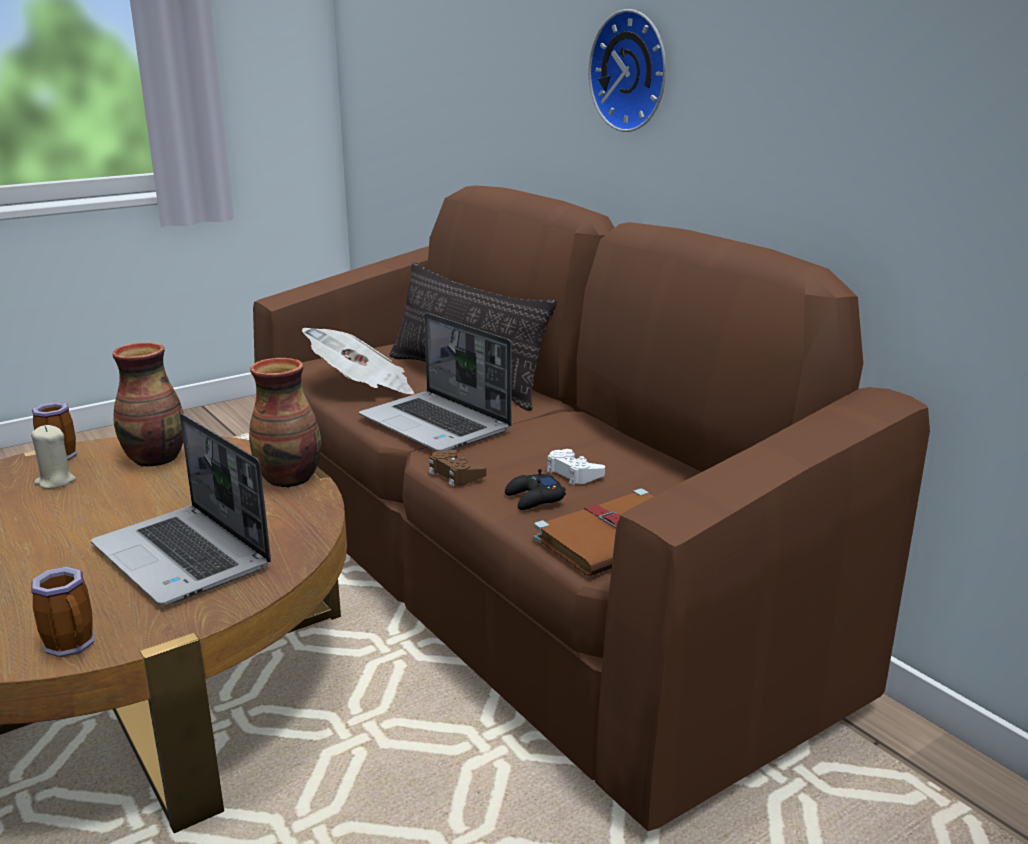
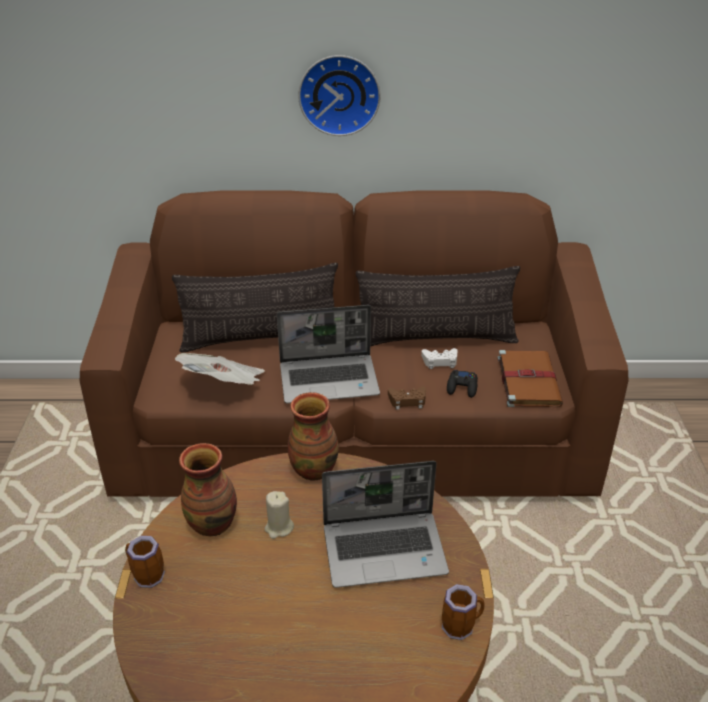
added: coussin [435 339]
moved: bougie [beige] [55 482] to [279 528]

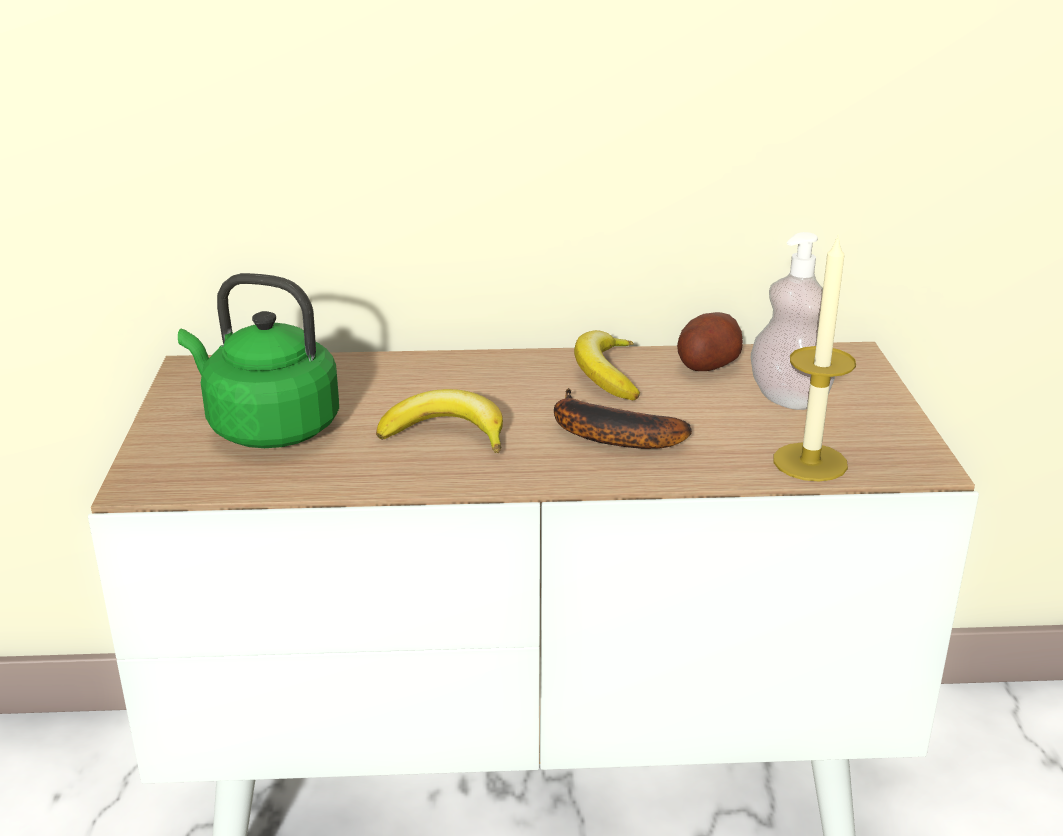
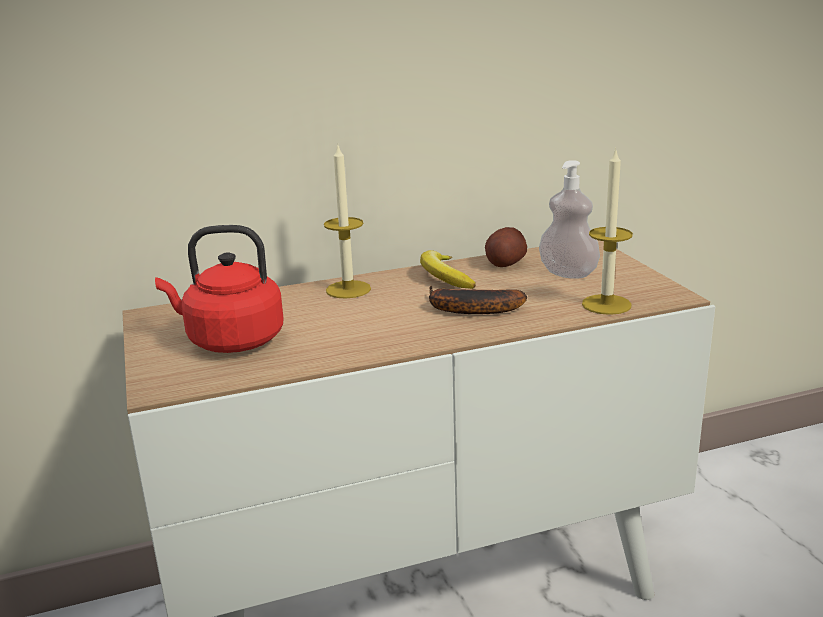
removed: banane [446 434]
added: bougie [348 289]
recoloured: bouilloire [vert] [267 428] to bouilloire [rouge] [230 341]

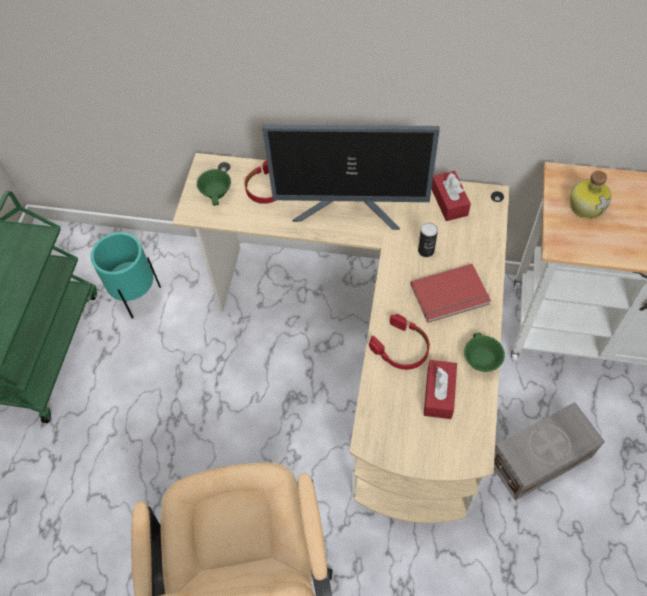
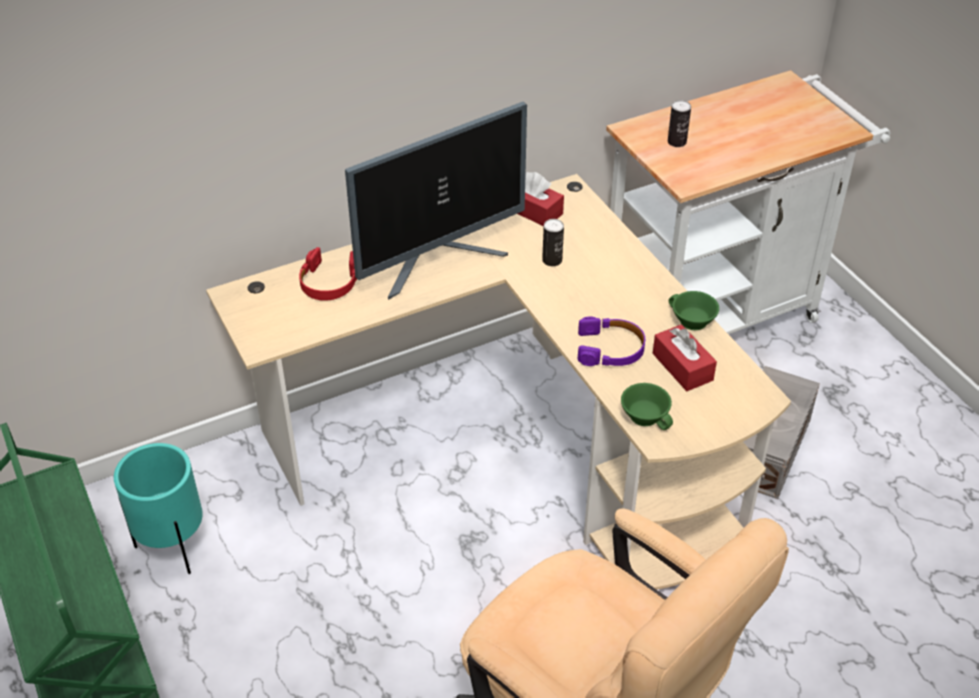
removed: livre [rouge] [451 296]
moved: tasse [vert] [217 192] to [647 415]
replaced: bouteille [586 205] to boîte métallique [677 142]
recoloured: casque audio [rouge] [401 348] to casque audio [violet] [610 349]

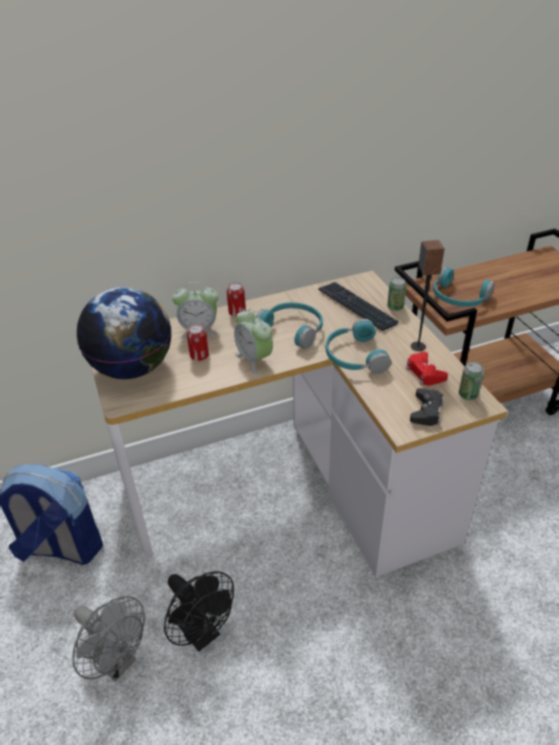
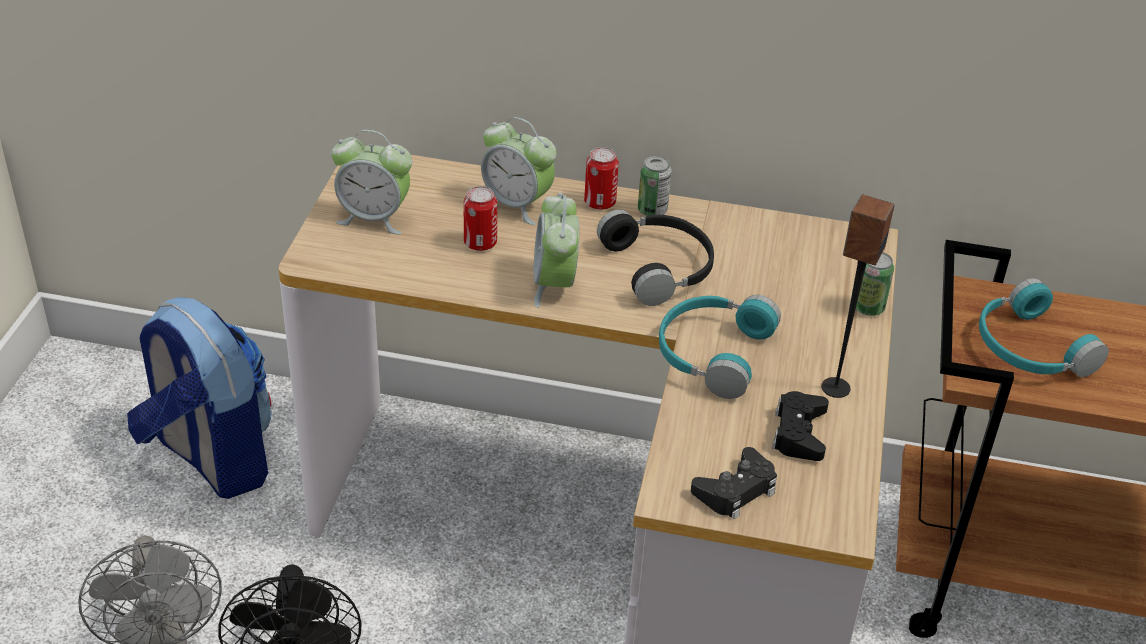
removed: clavier [356 307]
moved: boîte métallique [468 395] to [652 210]
replaced: globe [133 368] to réveil [374 218]
recoloured: casque audio [turquoise] [293 329] to casque audio [noir] [661 267]; manette [rouge] [424 373] to manette [noir] [799 433]

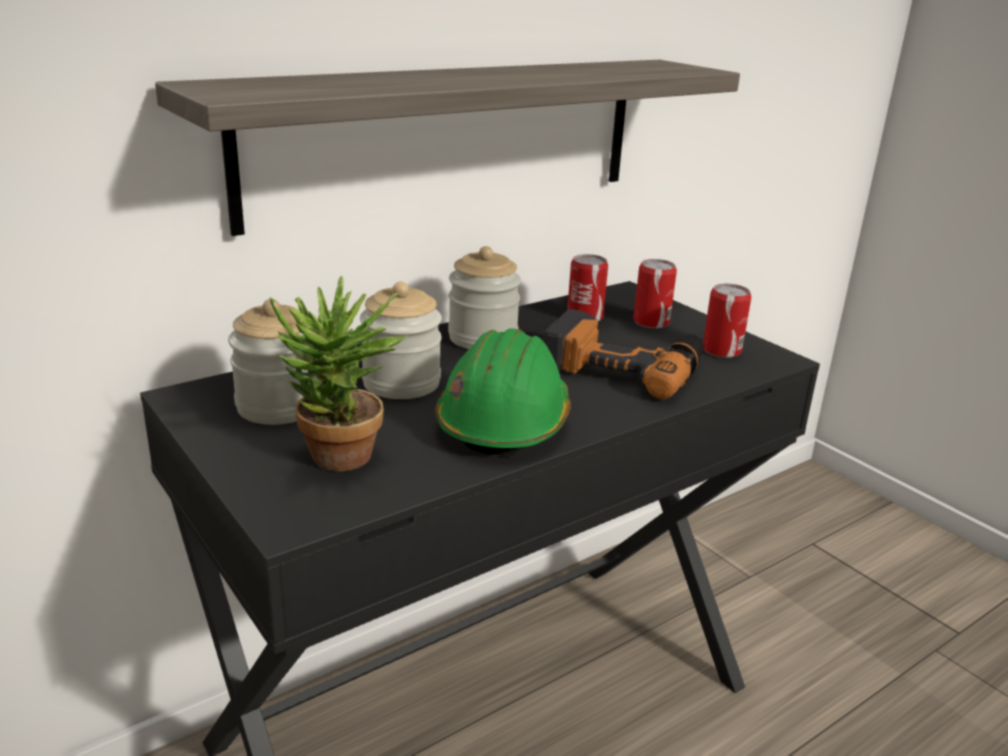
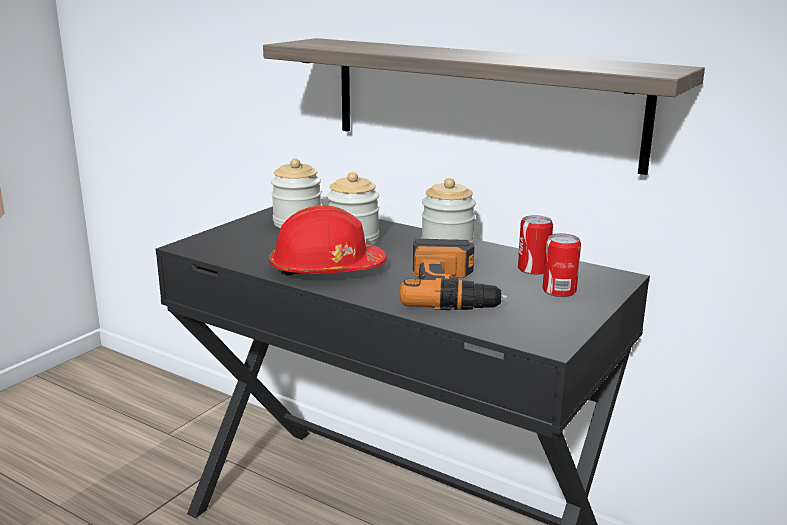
removed: plante en pot [340 463]; boîte métallique [721 350]
recoloured: casque de chantier [vert] [504 422] to casque de chantier [rouge] [326 269]

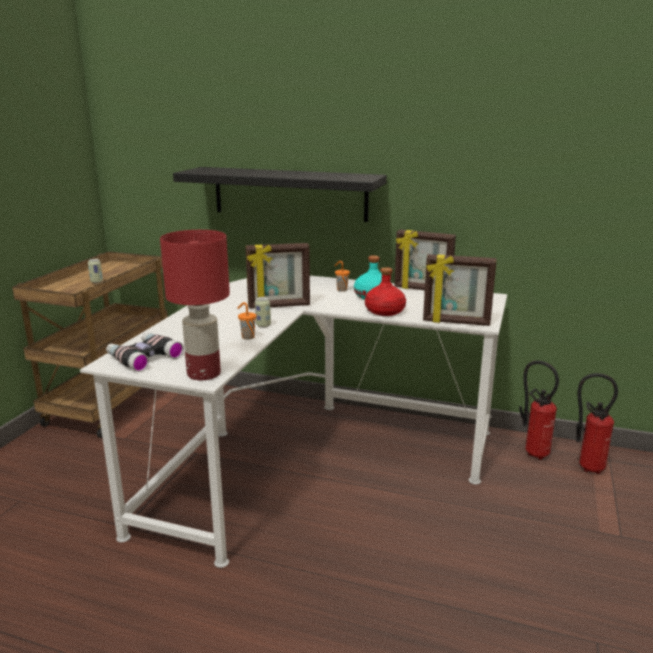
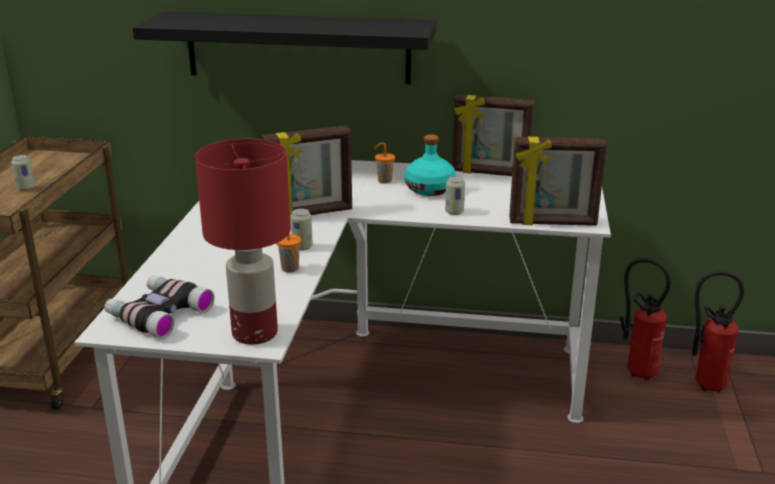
replaced: bouteille [rouge] [384 311] to boîte métallique [454 212]

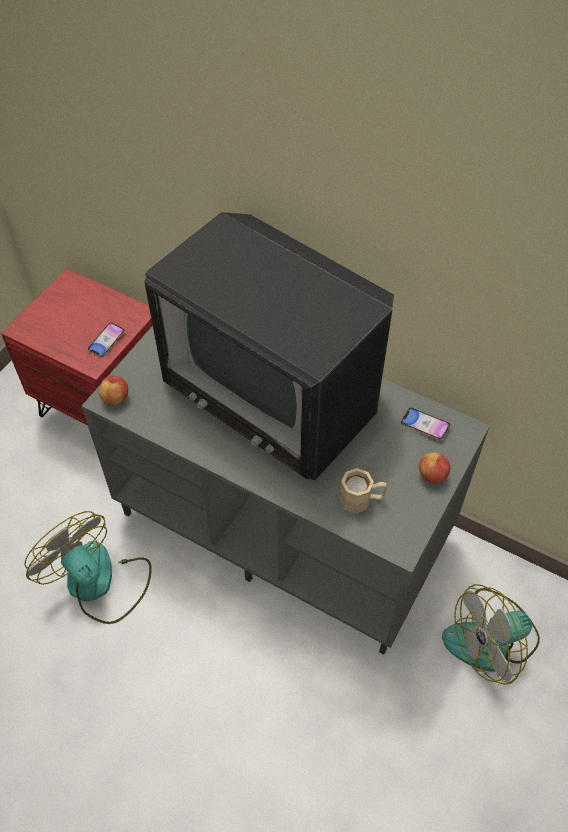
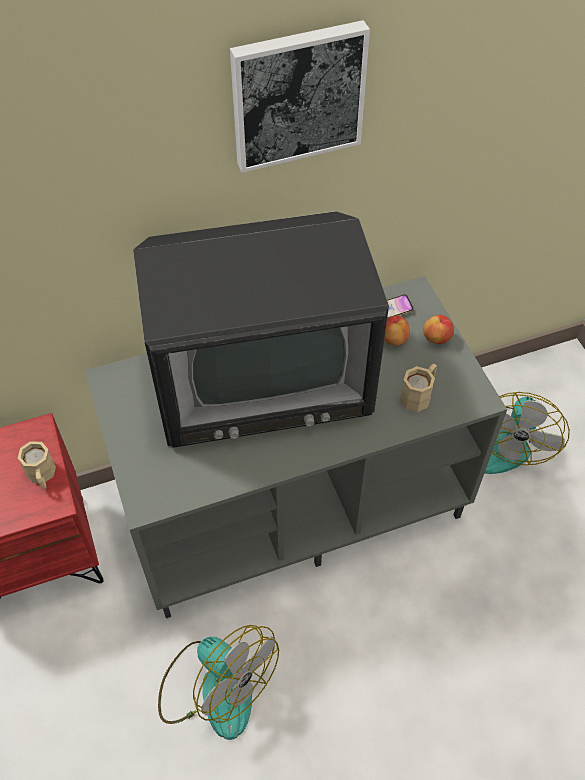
added: tableau [297 95]
moved: pomme [115 398] to [394 339]
replaced: téléphone [106 341] to mug [beige] [42 476]
turned: ventilateur [99 583] = [215 687] 135 degrees counterclockwise

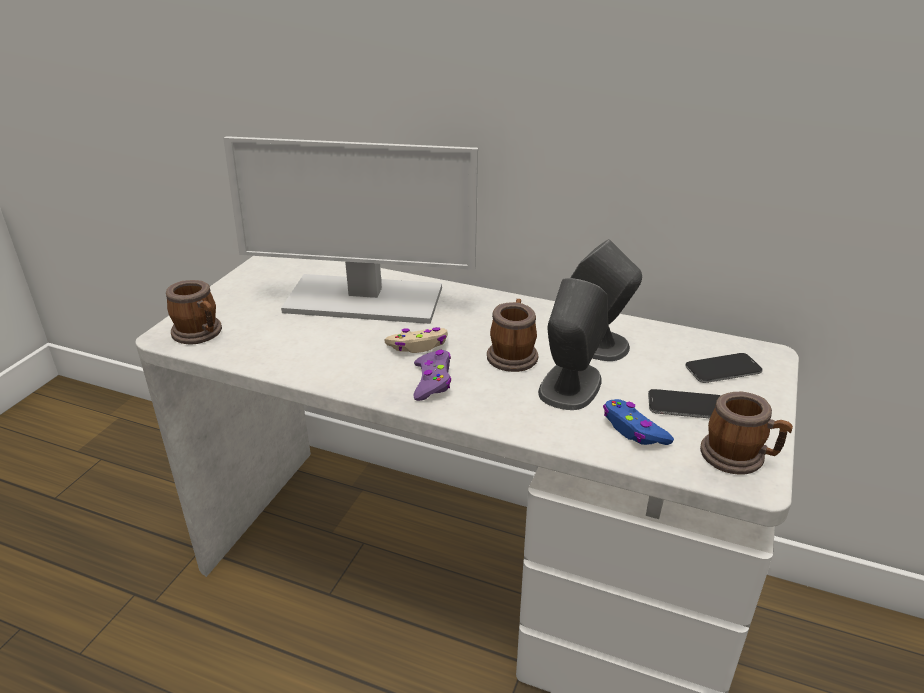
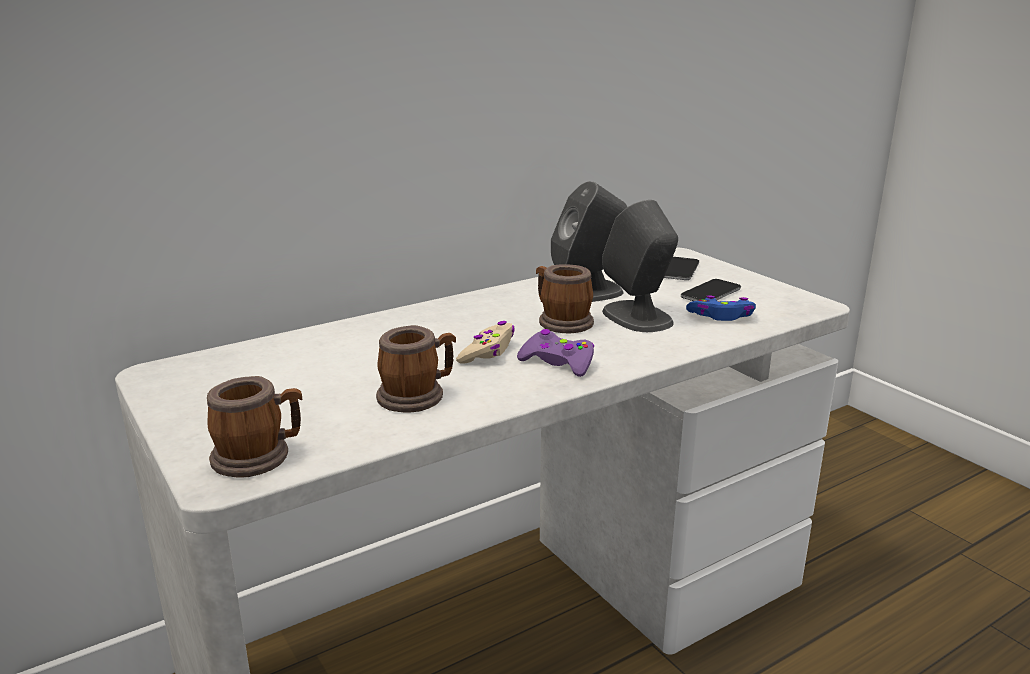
removed: écran d'ordinateur [362 300]
moved: mug [739 457] to [417 396]

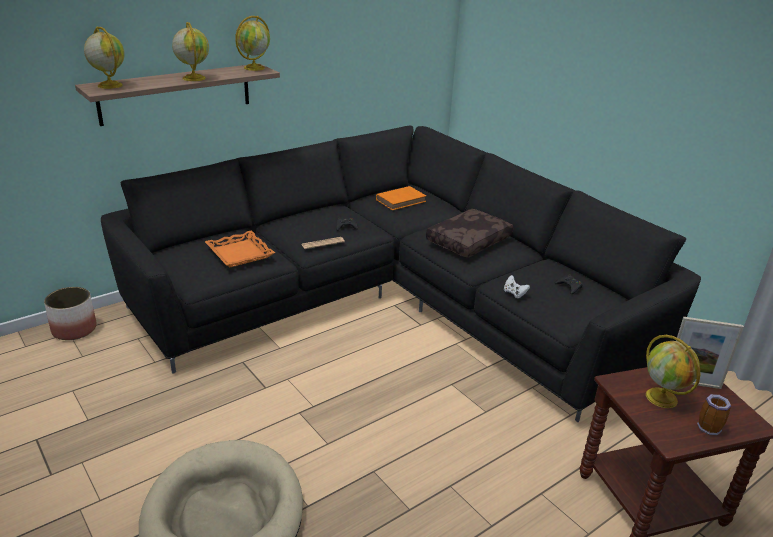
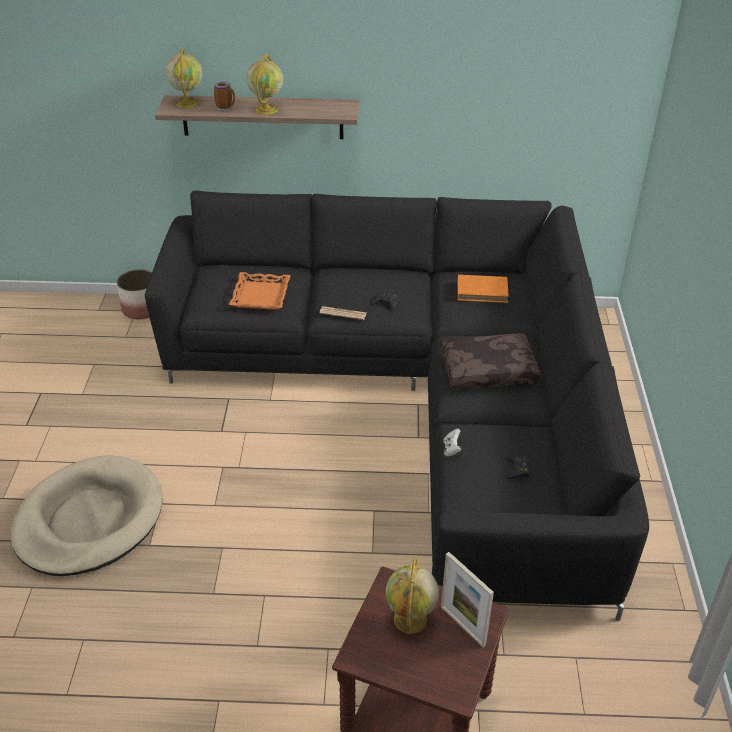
removed: globe [254 68]
moved: mug [710 427] to [226 108]

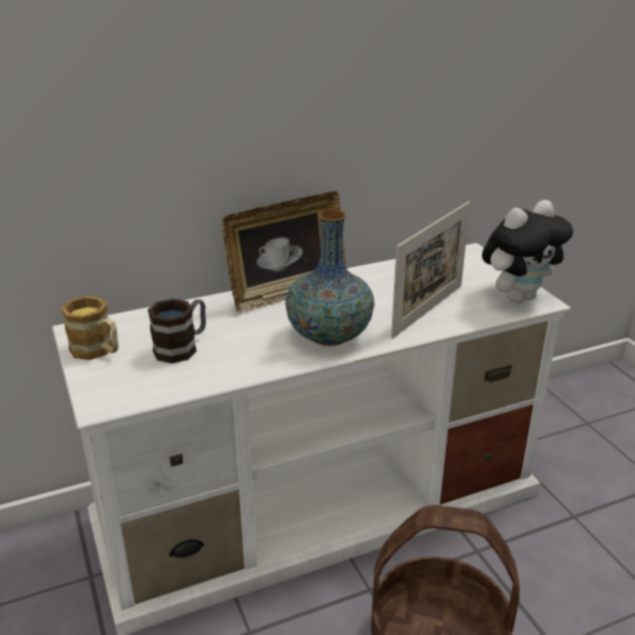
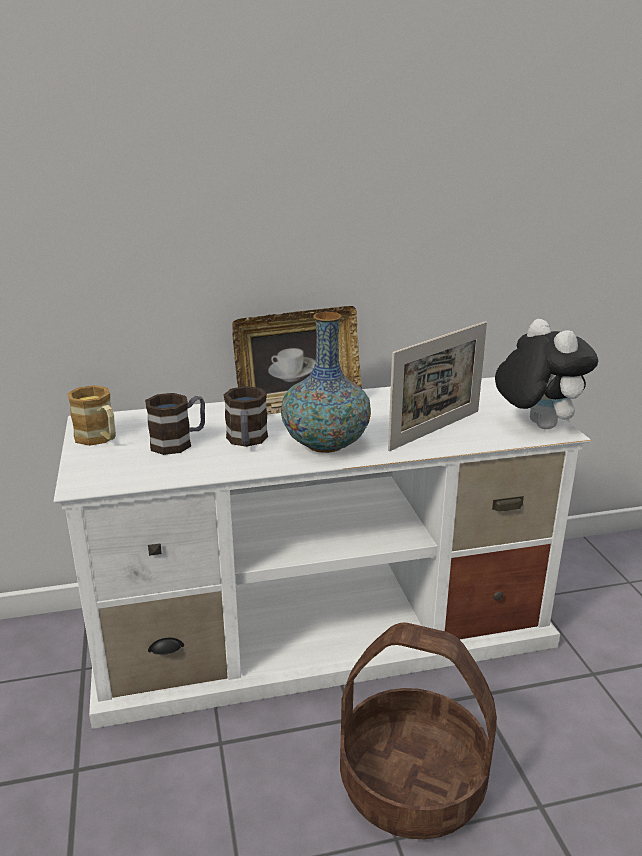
added: mug [246 441]
turned: peluche [518 297] = [535 425] 90 degrees counterclockwise

